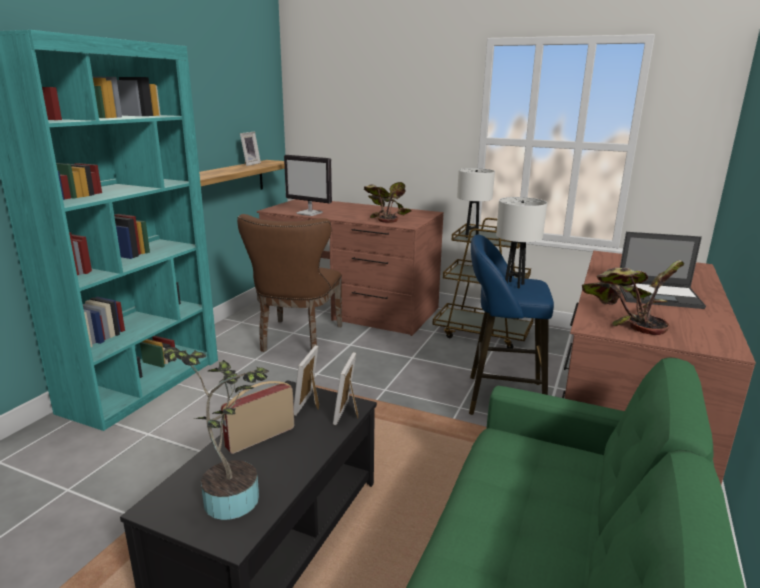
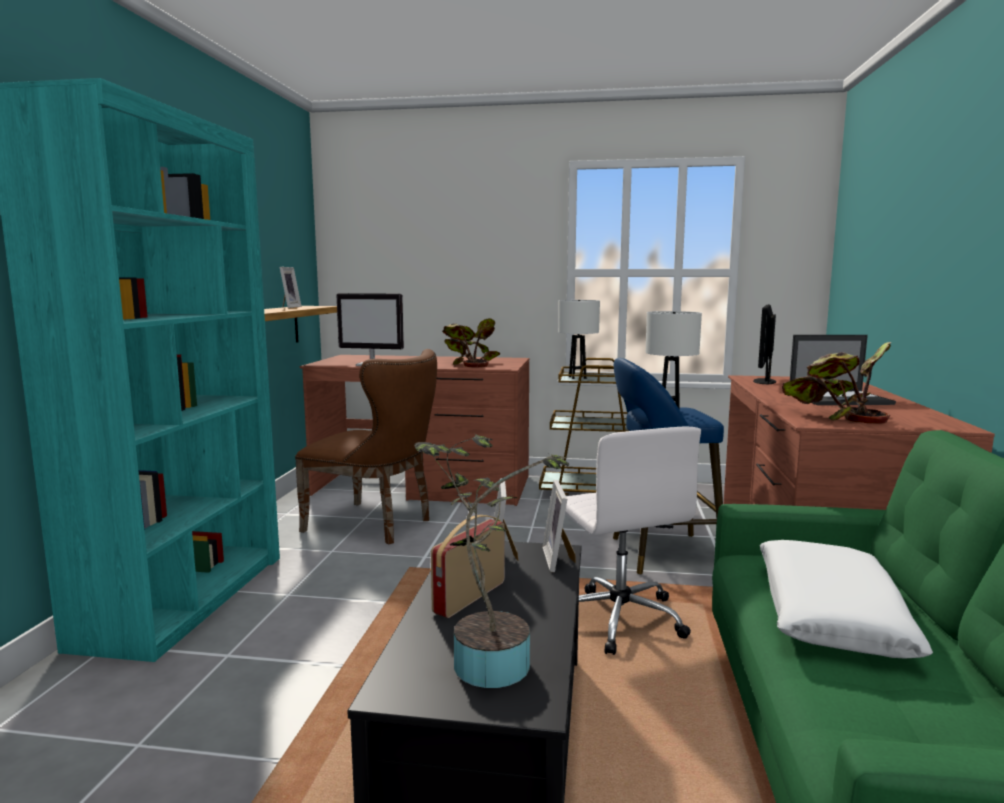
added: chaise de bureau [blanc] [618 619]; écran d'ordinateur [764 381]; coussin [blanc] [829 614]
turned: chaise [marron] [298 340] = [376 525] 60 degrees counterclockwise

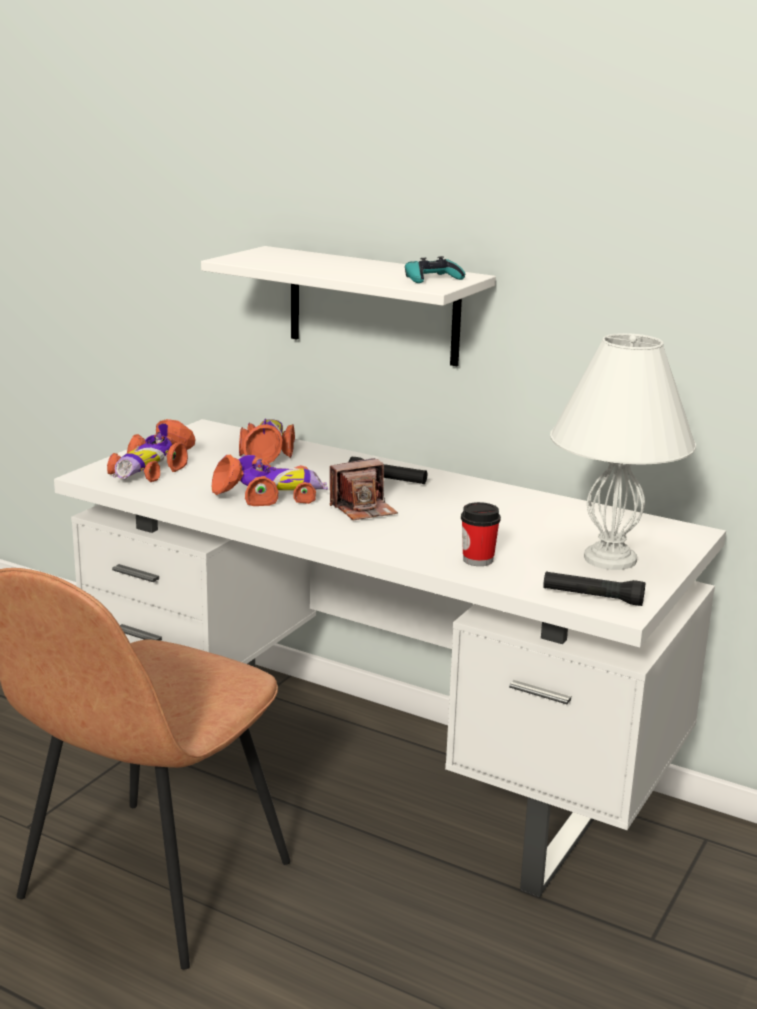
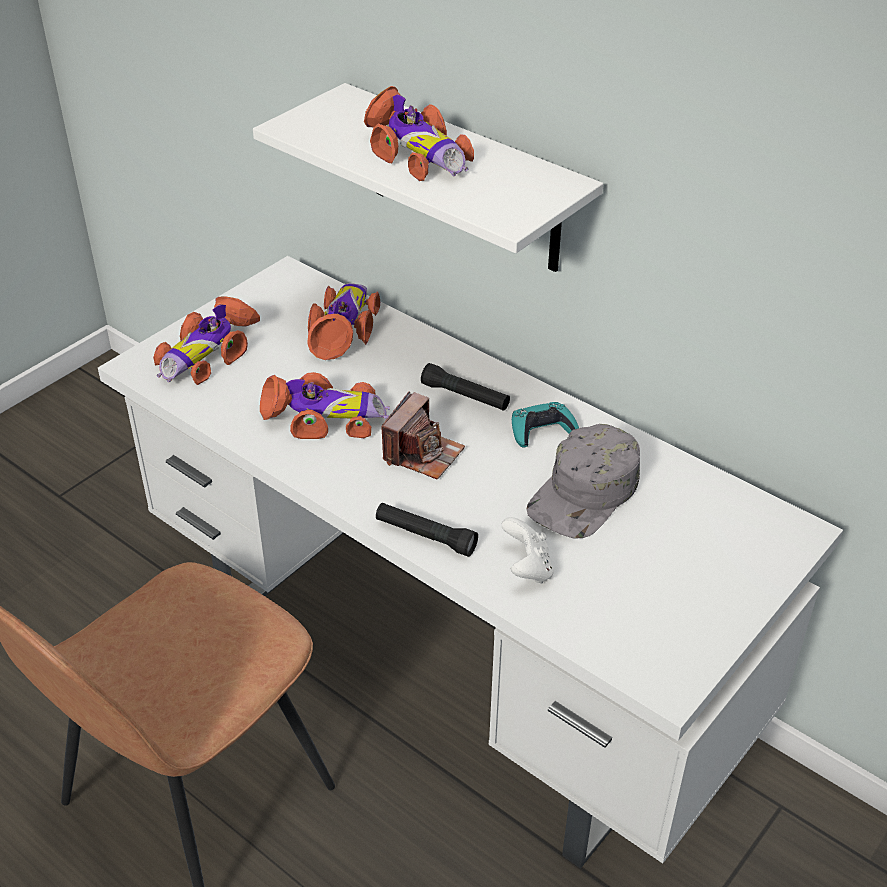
removed: lampe de table [blanc] [611 559]
added: petite voiture [416 154]; casquette [gris] [585 493]
moved: manette [turquoise] [432 279] to [542 430]; lampe de poche [noir] [592 597] to [425 536]
replaced: tasse [478 560] to manette [blanc] [527 568]
turned: appareil photo [363 509] = [423 454] 45 degrees counterclockwise

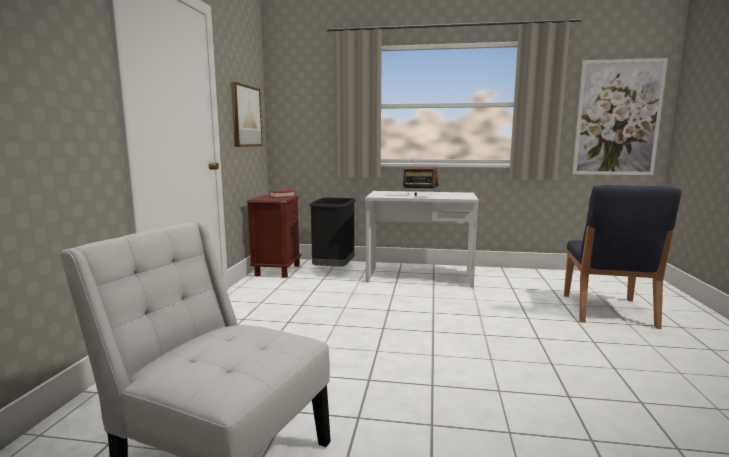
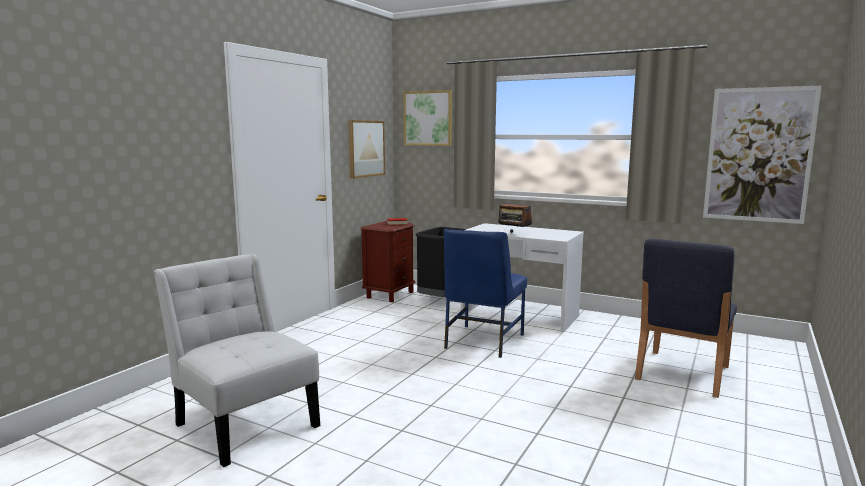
added: tableau [428 118]; chaise [bleu] [482 341]

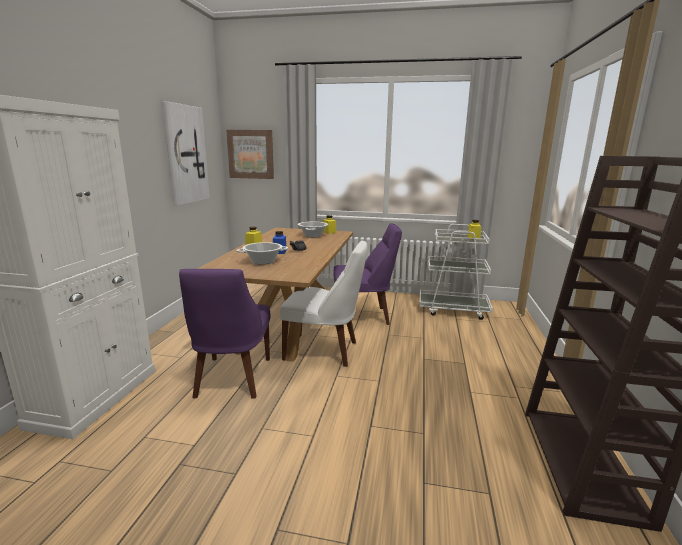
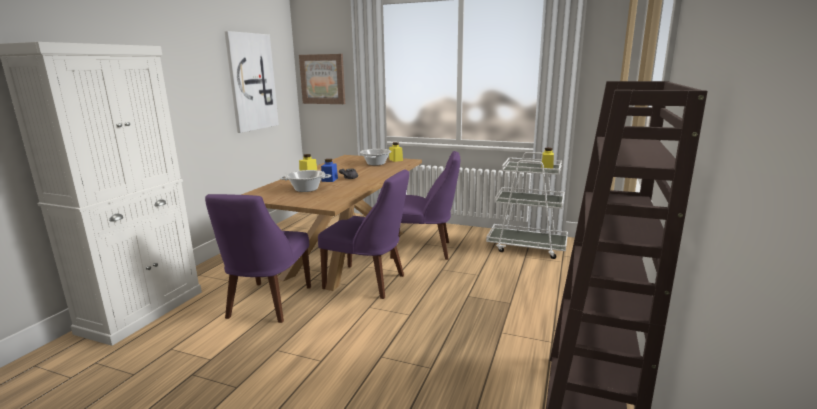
recoloured: chaise [blanc] [324 351] to chaise [violet] [368 282]

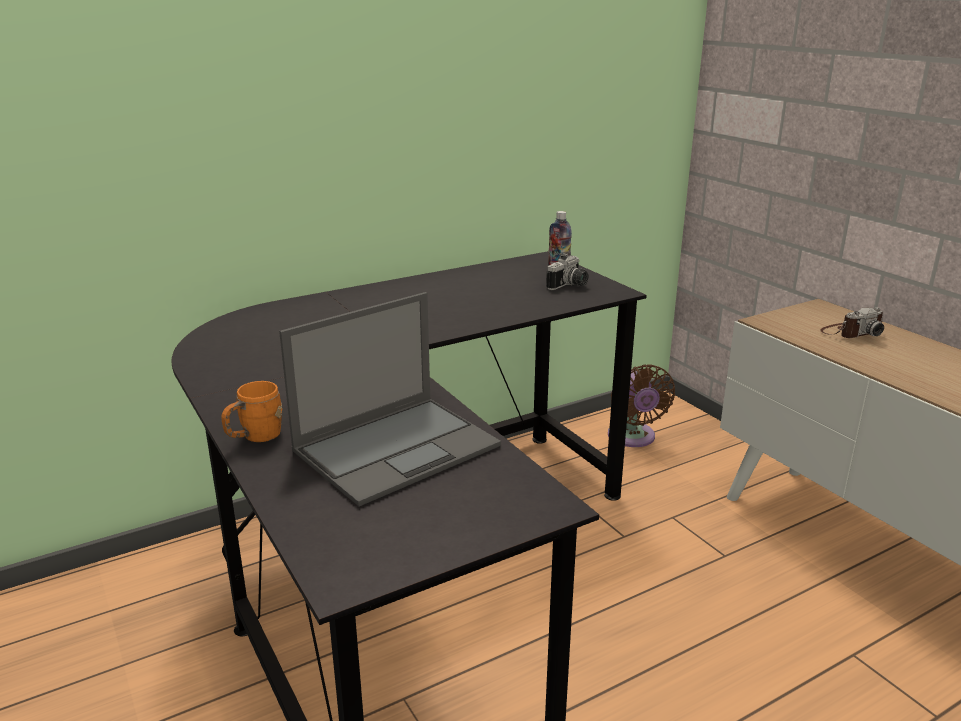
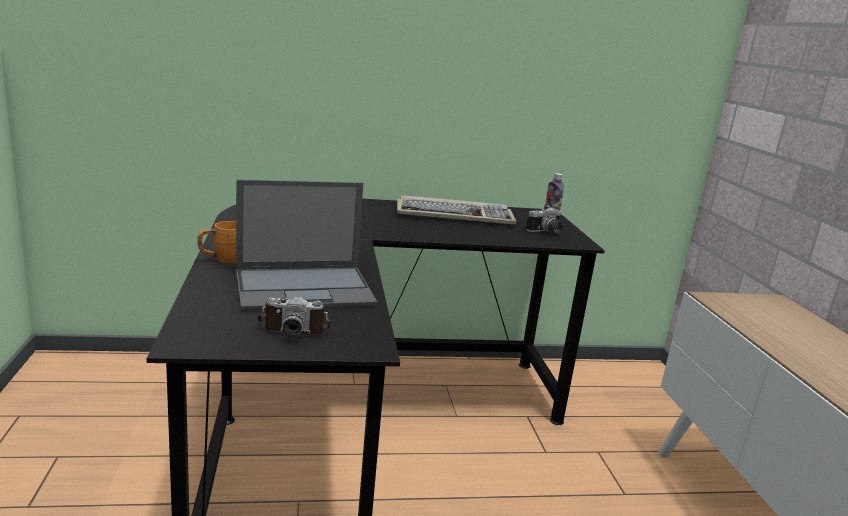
removed: ventilateur [marron] [633 438]
added: clavier [455 215]
moved: appareil photo [850 332] to [294 326]

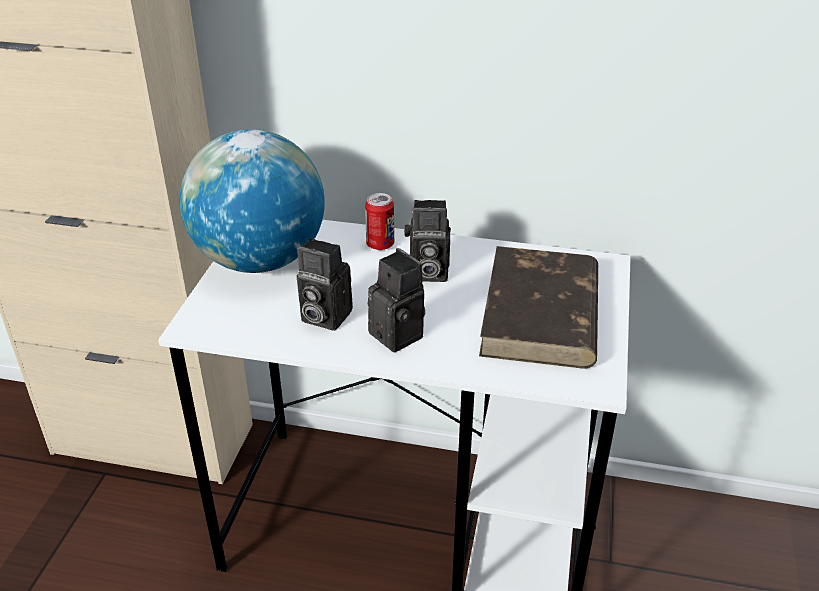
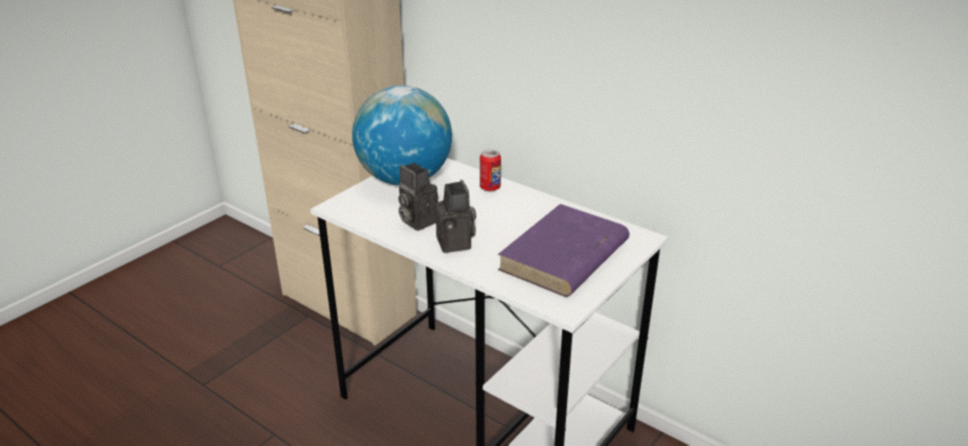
removed: appareil photo [426 273]
recoloured: livre [marron] [541 314] to livre [violet] [564 256]

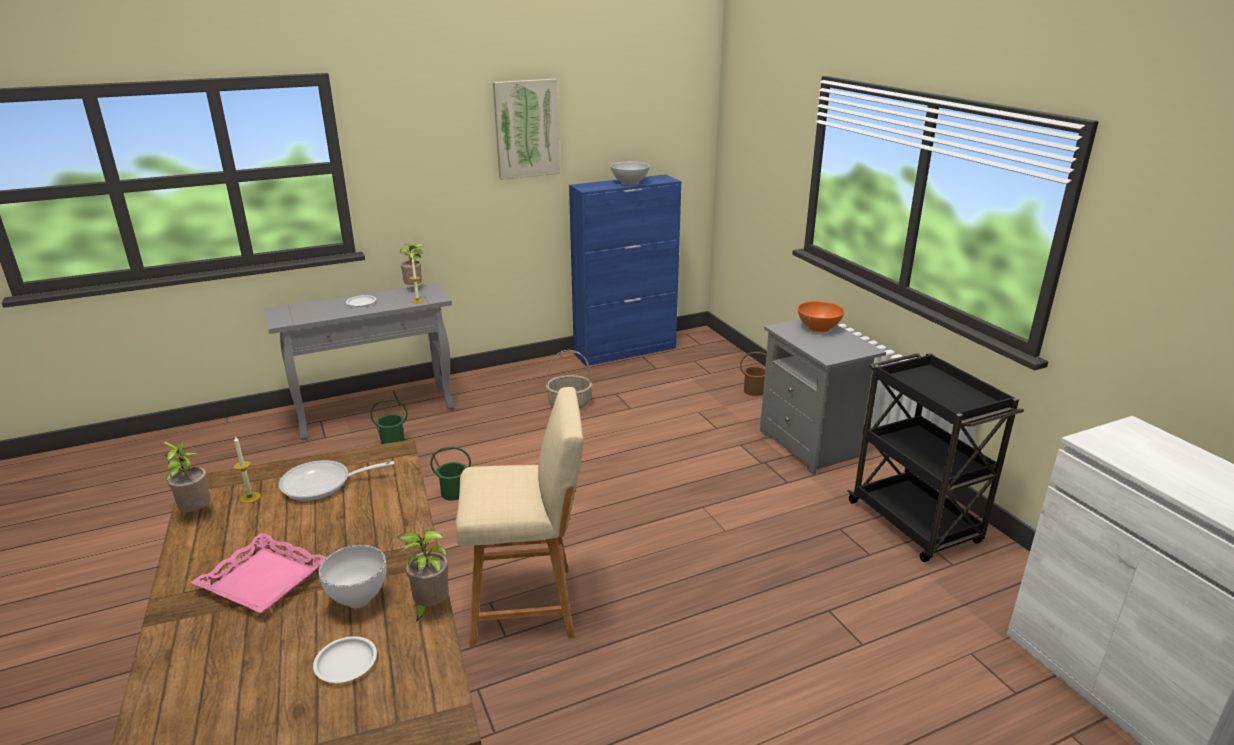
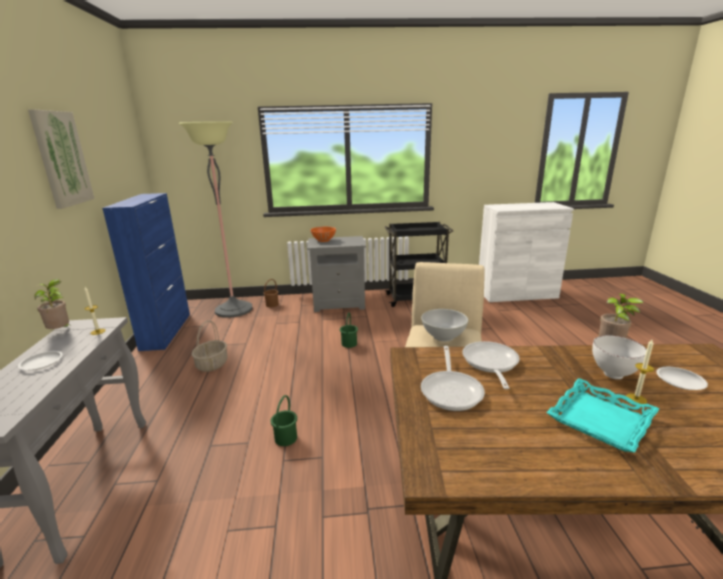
removed: plante en pot [196 513]
added: lampadaire [233 309]; poêle [490 364]
moved: bougie [250 497] to [636 399]; seau [vert] [392 442] to [349 344]; bol [blanc] [629 183] to [443 336]
recoloured: plateau [rose] [264 579] to plateau [turquoise] [599 419]

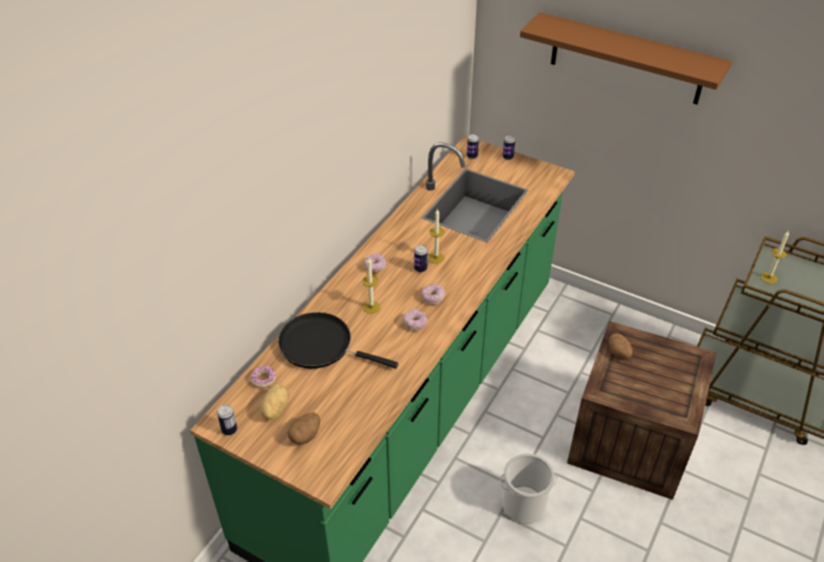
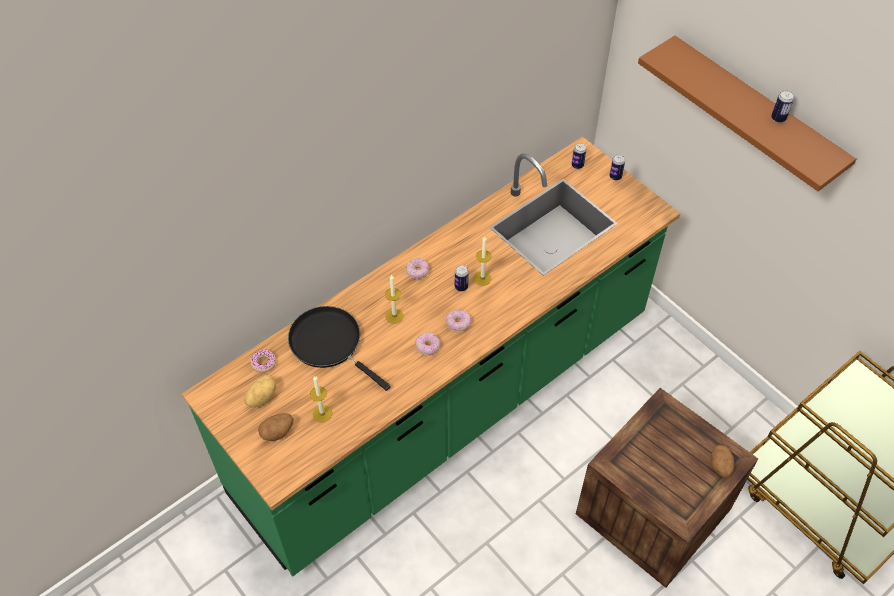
removed: seau [523 505]
moved: boîte métallique [229 430] to [778 118]; pomme de terre [619 353] to [720 466]; bougie [769 277] to [322 414]

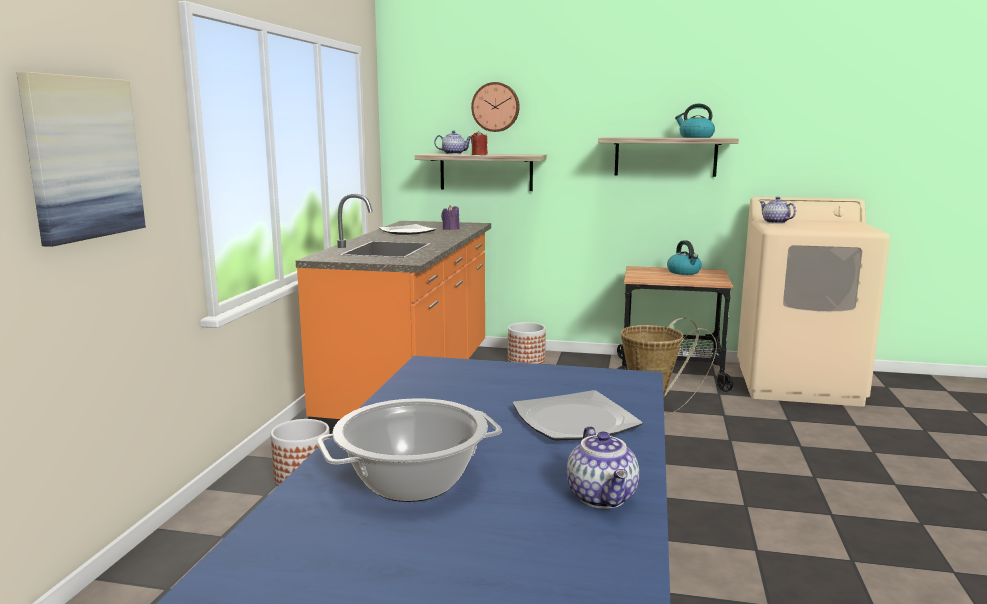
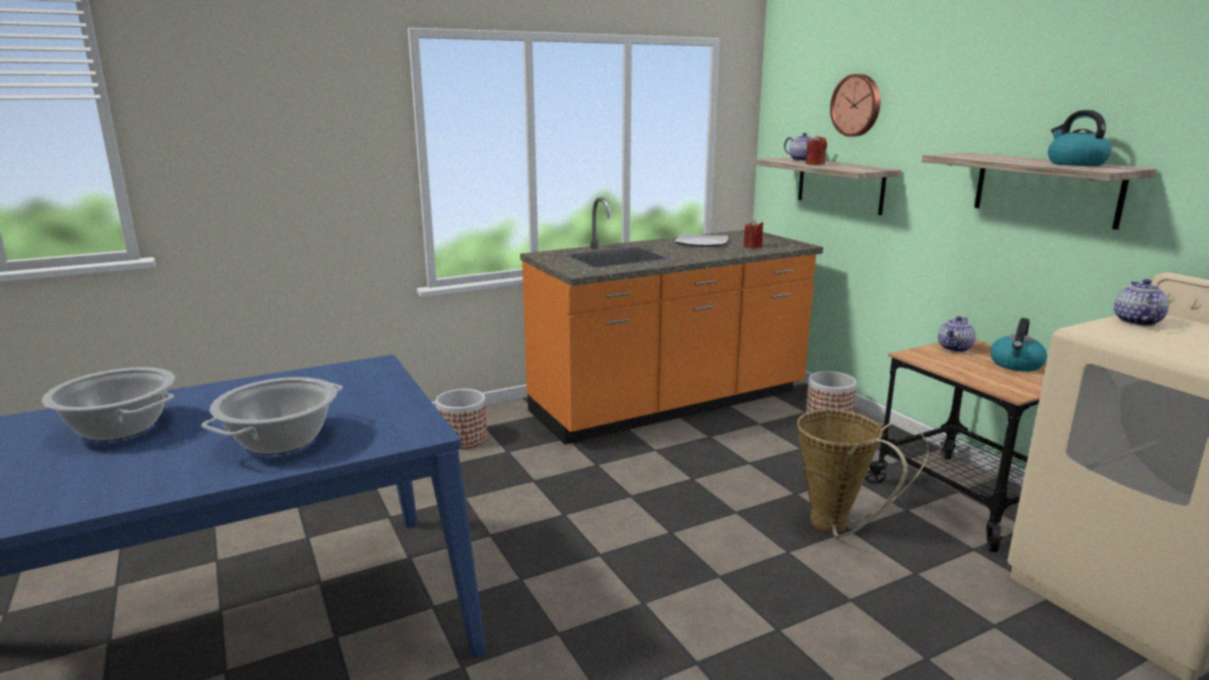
removed: tableau [83 158]
moved: théière [603 497] to [955 349]
replaced: assiette [576 421] to marmite [281 441]
recoloured: bougie [violet] [450 229] to bougie [rouge] [752 246]

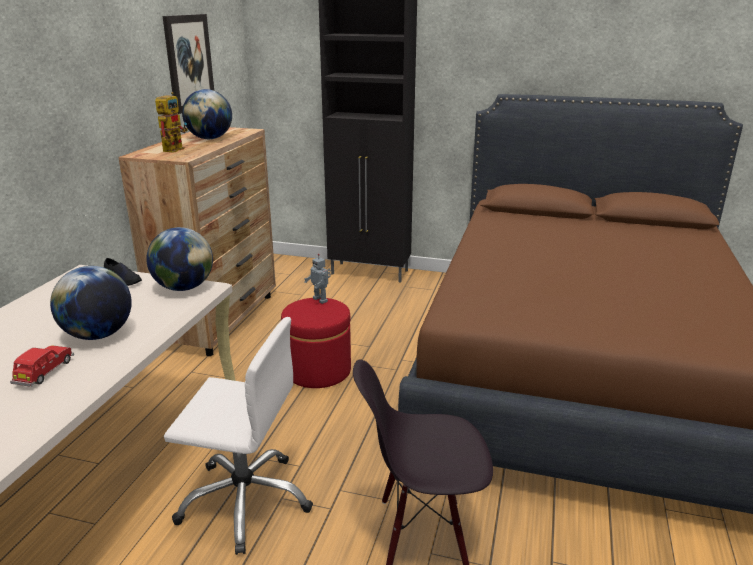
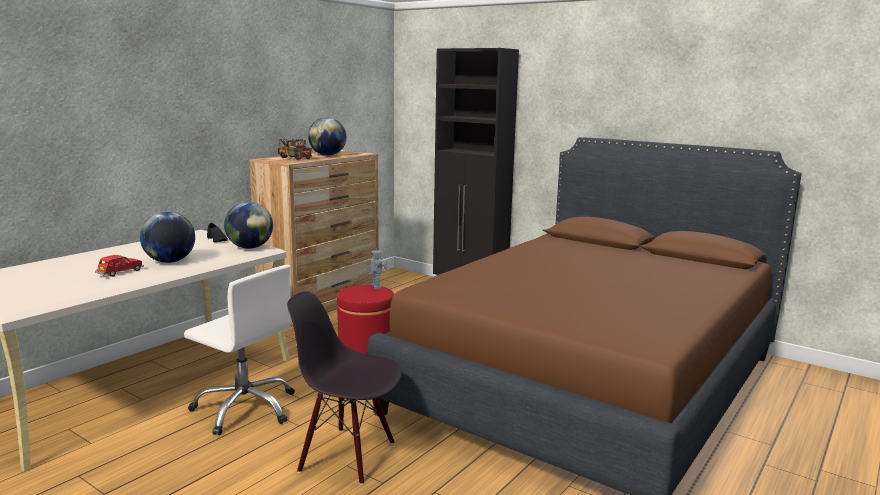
removed: tableau [189 62]
replaced: robot jouet [174 148] to camion jouet [293 158]

